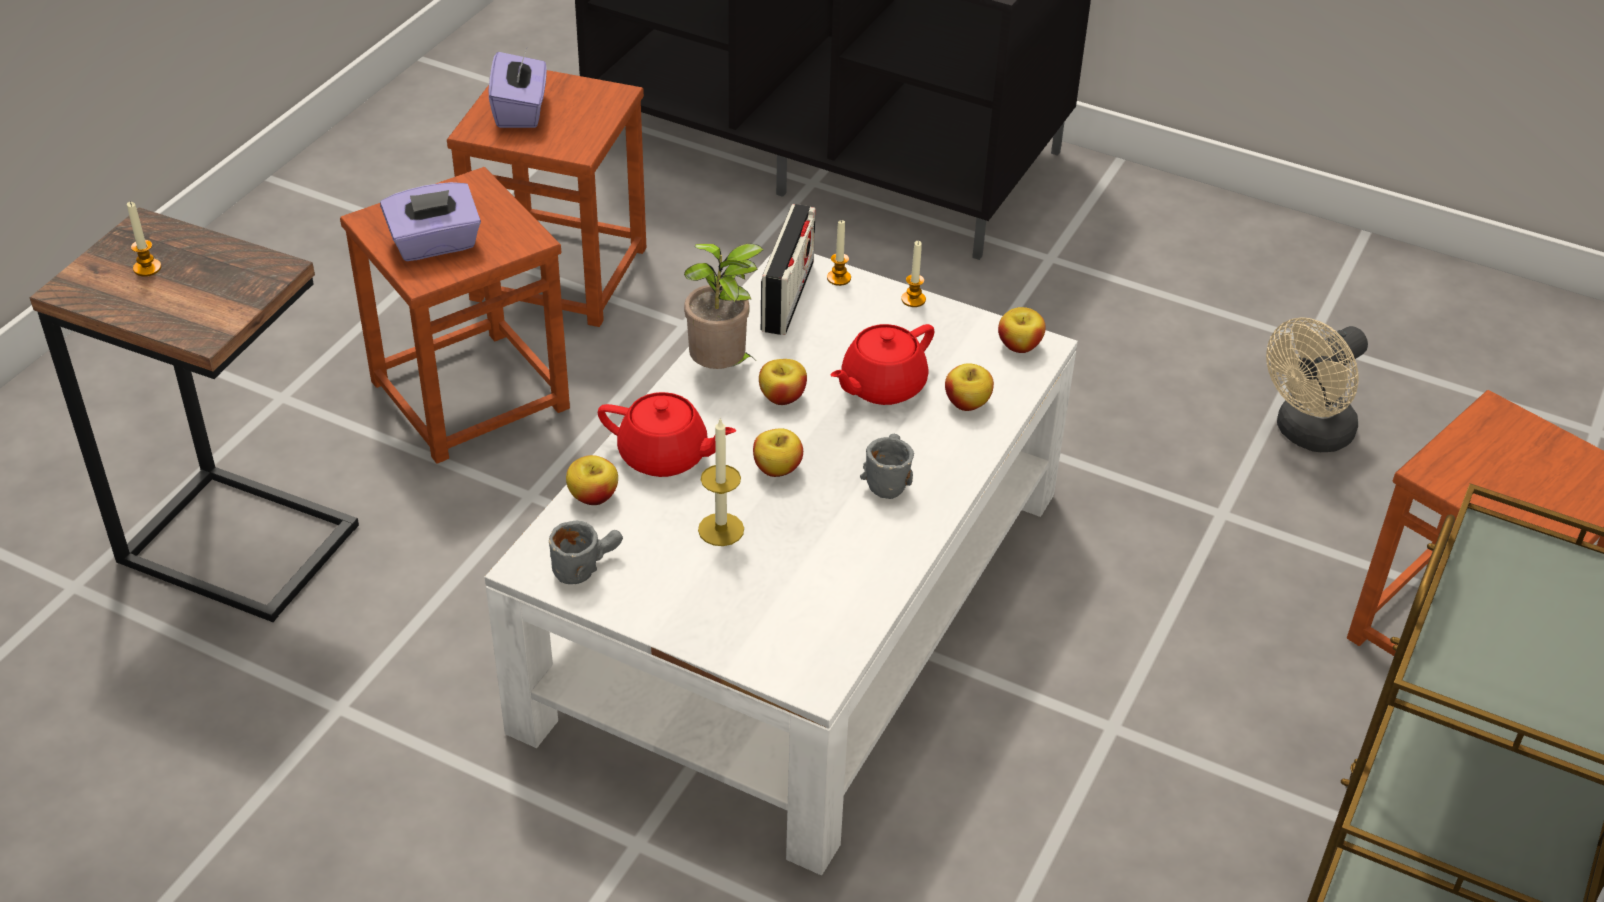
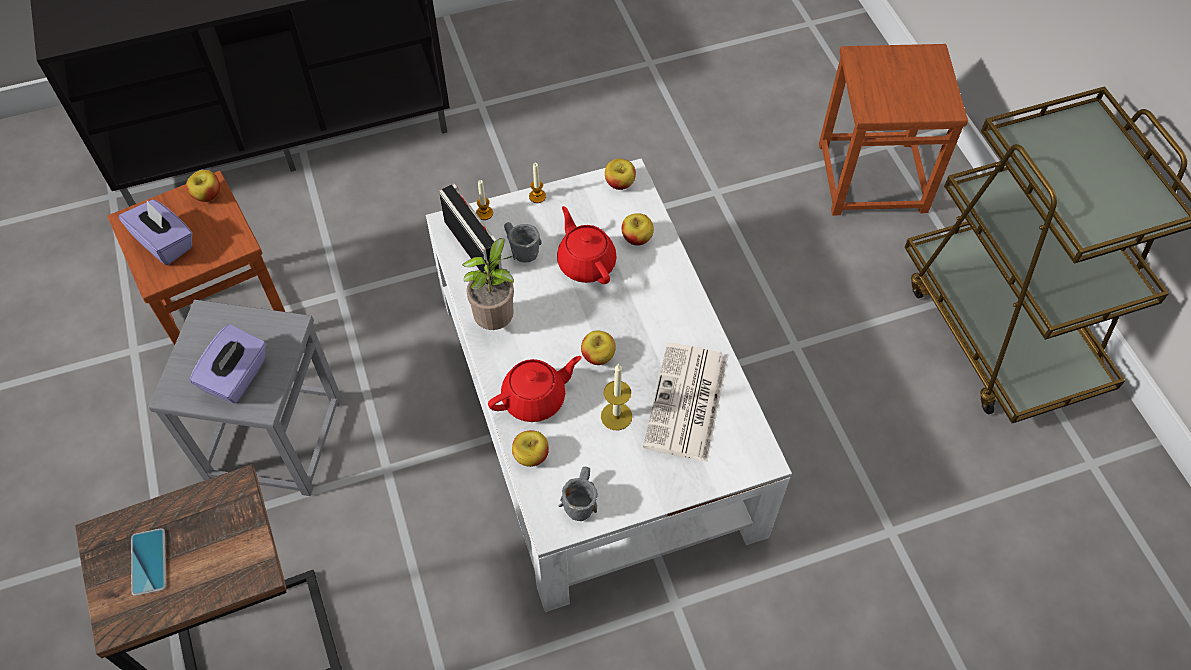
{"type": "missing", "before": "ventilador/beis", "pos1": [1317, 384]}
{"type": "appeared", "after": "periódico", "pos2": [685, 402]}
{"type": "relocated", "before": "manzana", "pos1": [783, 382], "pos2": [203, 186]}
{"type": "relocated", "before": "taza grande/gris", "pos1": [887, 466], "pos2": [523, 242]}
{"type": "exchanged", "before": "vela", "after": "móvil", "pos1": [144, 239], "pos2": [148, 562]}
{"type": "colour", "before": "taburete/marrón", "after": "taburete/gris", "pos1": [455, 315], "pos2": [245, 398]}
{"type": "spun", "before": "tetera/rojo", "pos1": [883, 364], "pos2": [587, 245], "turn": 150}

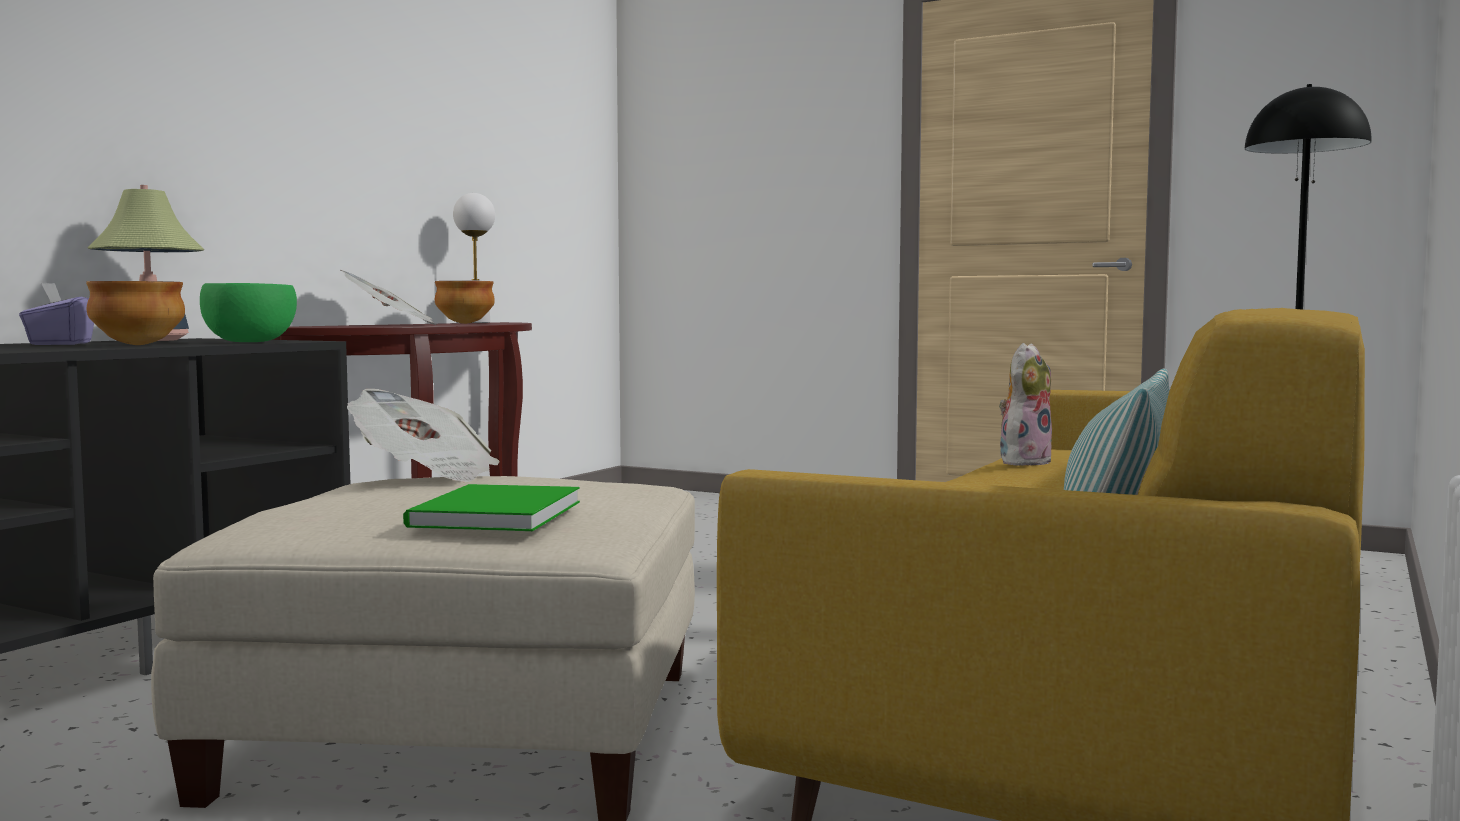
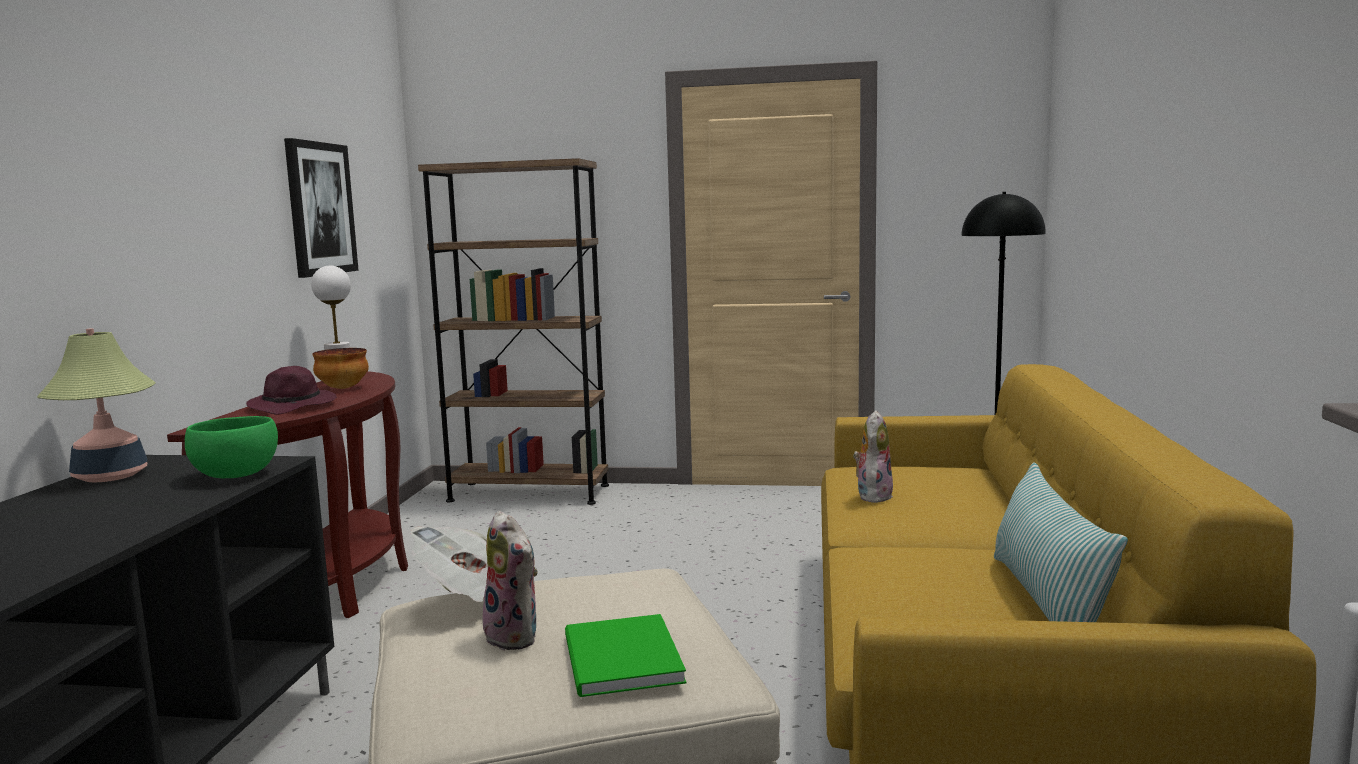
{"type": "missing", "before": "caja de pañuelos/morado", "pos1": [56, 314]}
{"type": "missing", "before": "cuenco", "pos1": [135, 313]}
{"type": "appeared", "after": "cuadro", "pos2": [321, 208]}
{"type": "appeared", "after": "estantería/marrón", "pos2": [513, 331]}
{"type": "appeared", "after": "peluche", "pos2": [510, 581]}
{"type": "exchanged", "before": "periódico", "after": "sombrero/morado", "pos1": [388, 297], "pos2": [291, 390]}

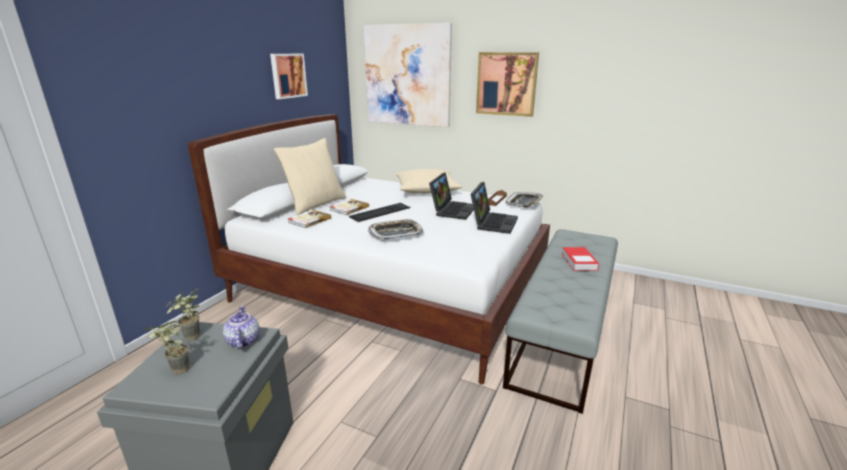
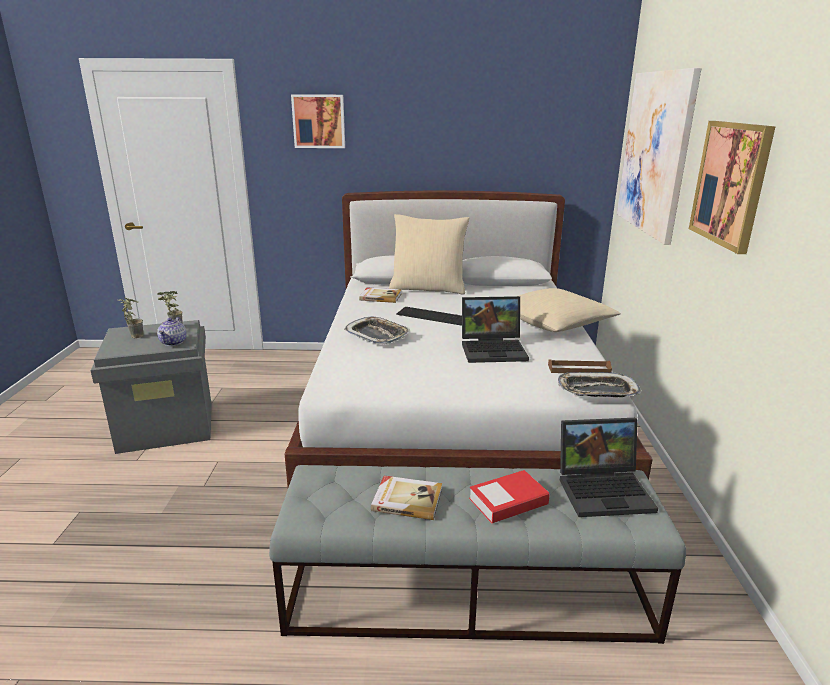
{"type": "relocated", "before": "cuadro", "pos1": [289, 76], "pos2": [318, 121]}
{"type": "relocated", "before": "libro", "pos1": [349, 207], "pos2": [406, 498]}
{"type": "relocated", "before": "portátil", "pos1": [494, 208], "pos2": [609, 467]}
{"type": "spun", "before": "tetera", "pos1": [241, 328], "pos2": [171, 331], "turn": 135}

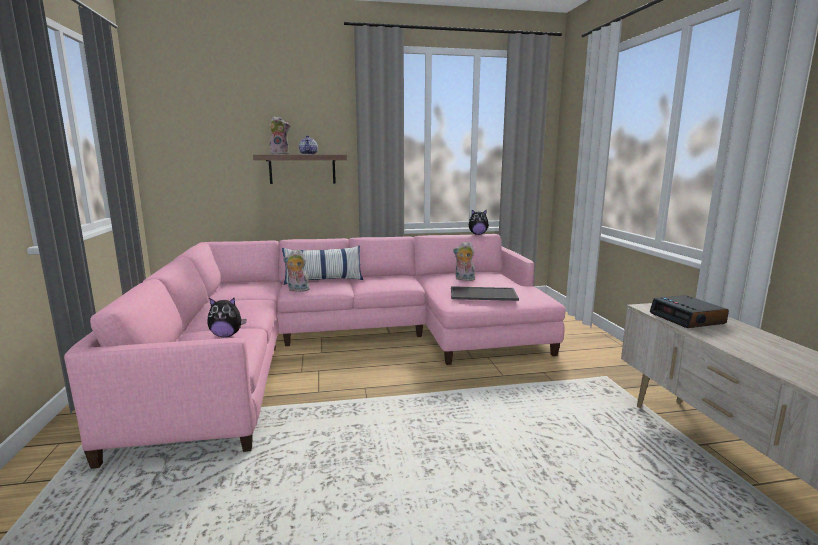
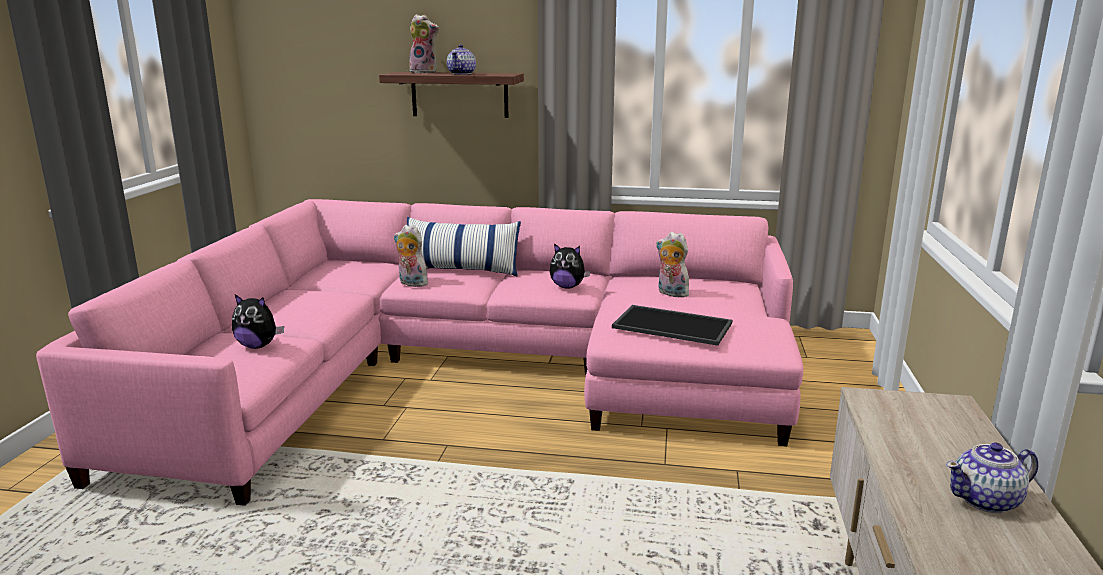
{"type": "missing", "before": "despertador", "pos1": [689, 311]}
{"type": "appeared", "after": "tetera", "pos2": [992, 477]}
{"type": "relocated", "before": "peluche", "pos1": [479, 222], "pos2": [570, 265]}

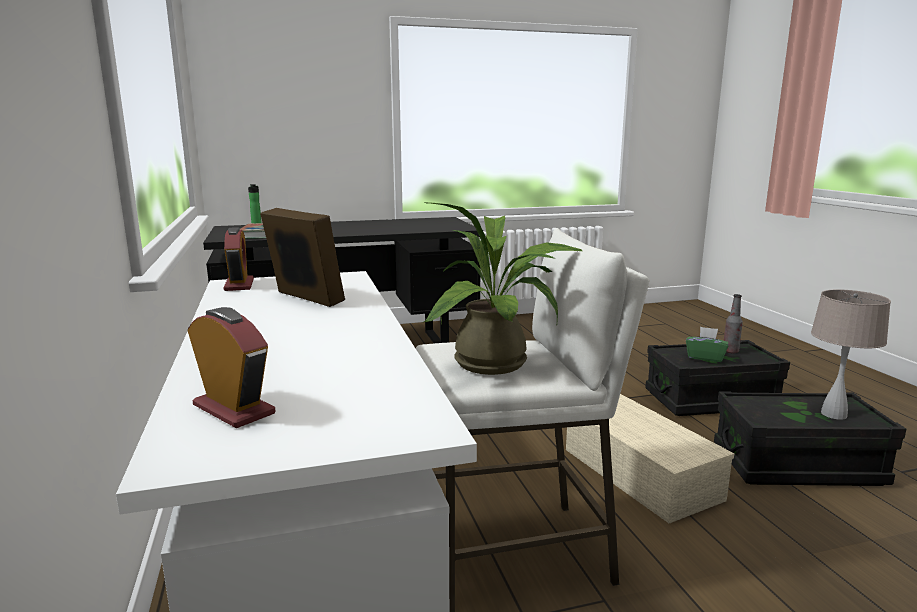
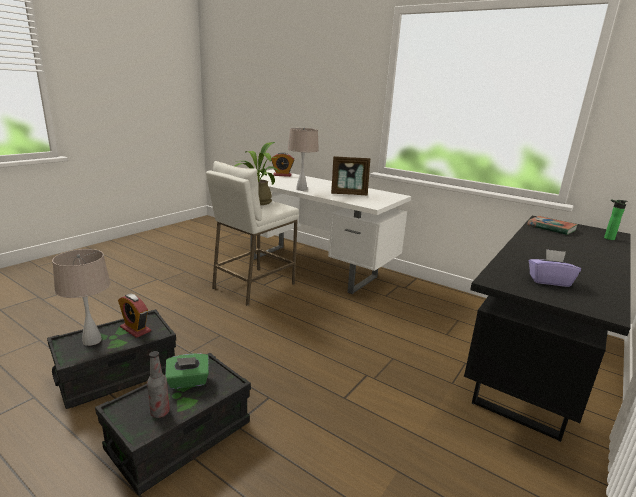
{"type": "missing", "before": "caja de almacenaje/beis", "pos1": [650, 458]}
{"type": "appeared", "after": "lámpara de mesa/beis", "pos2": [303, 159]}
{"type": "appeared", "after": "caja de pañuelos/morado", "pos2": [555, 268]}
{"type": "relocated", "before": "despertador", "pos1": [238, 259], "pos2": [134, 316]}

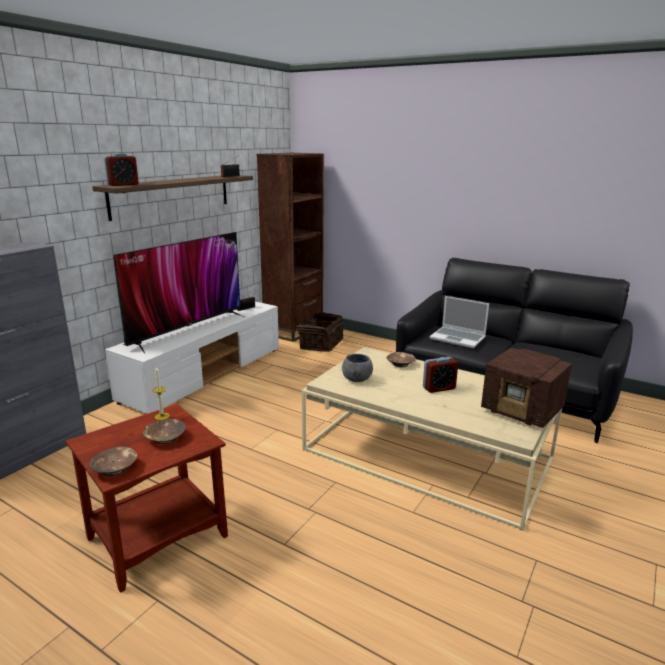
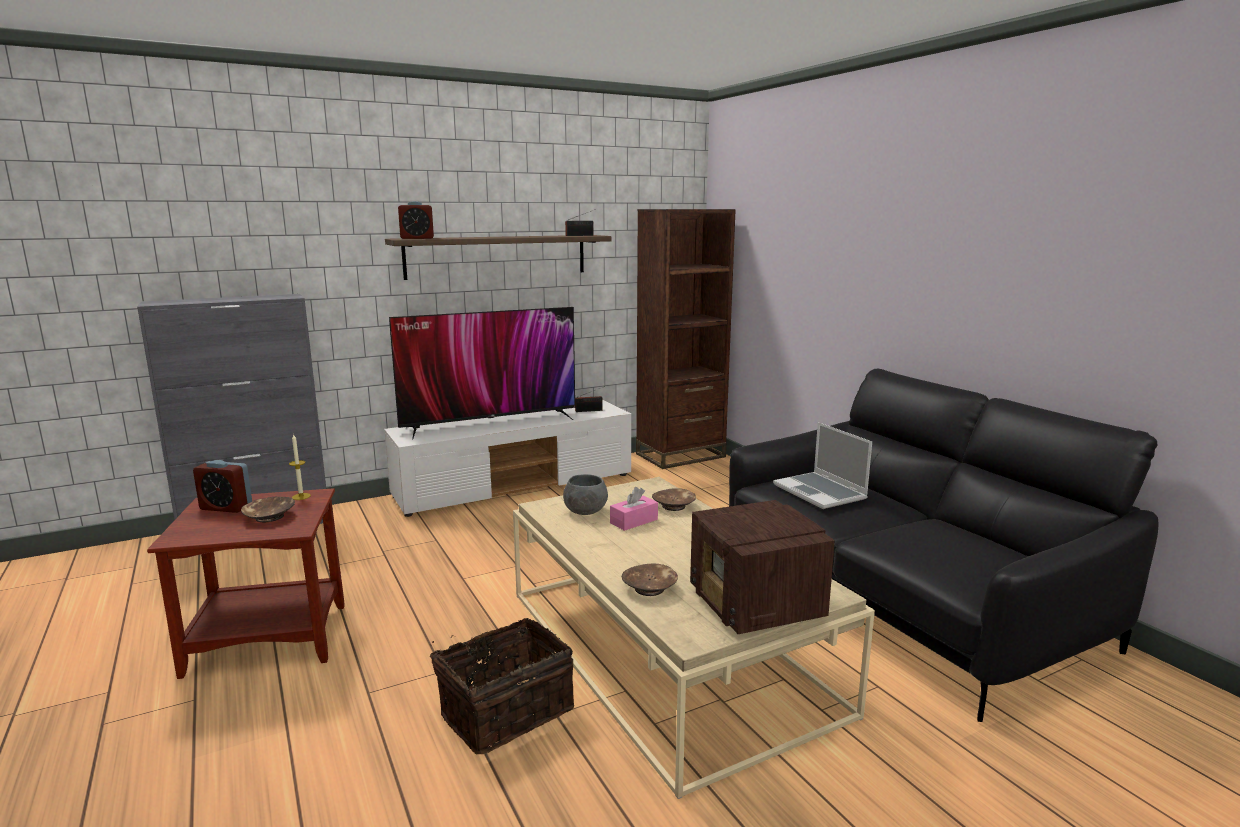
{"type": "appeared", "after": "caja de pañuelos/rosa", "pos2": [634, 509]}
{"type": "relocated", "before": "cuenco/marrón", "pos1": [113, 461], "pos2": [650, 579]}
{"type": "relocated", "before": "cesta", "pos1": [318, 332], "pos2": [502, 686]}
{"type": "relocated", "before": "despertador", "pos1": [440, 375], "pos2": [222, 486]}

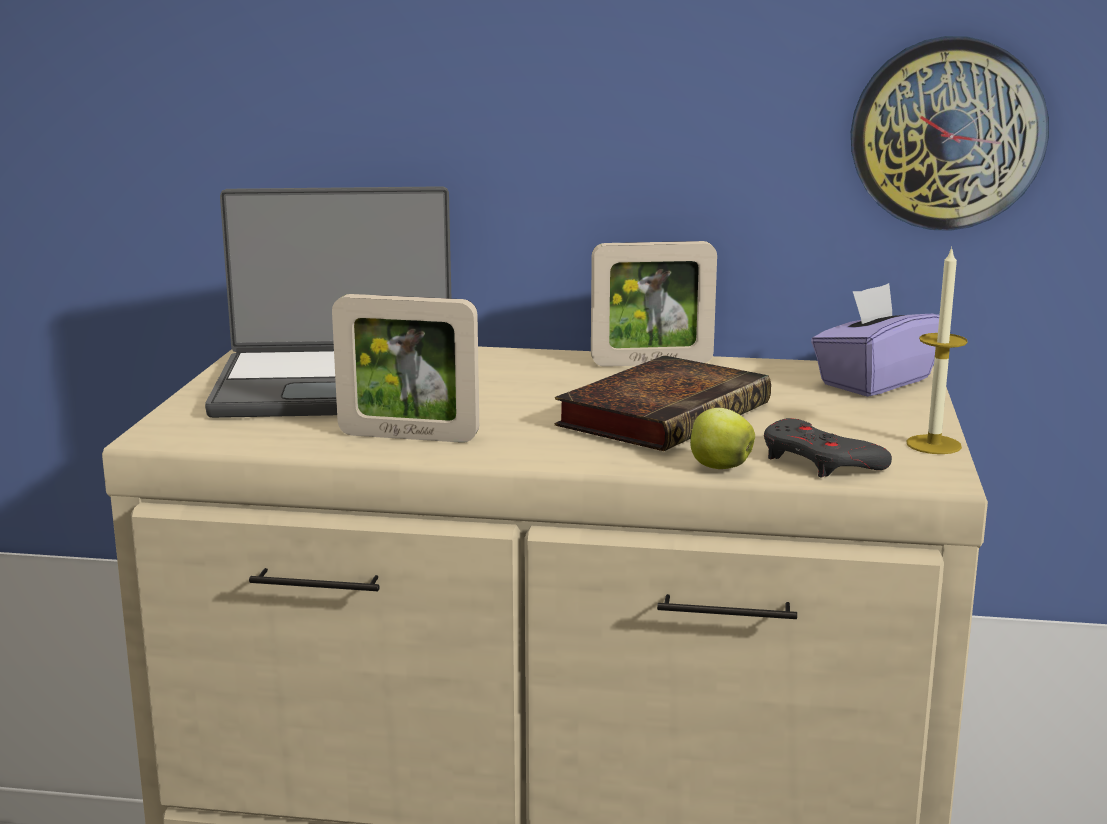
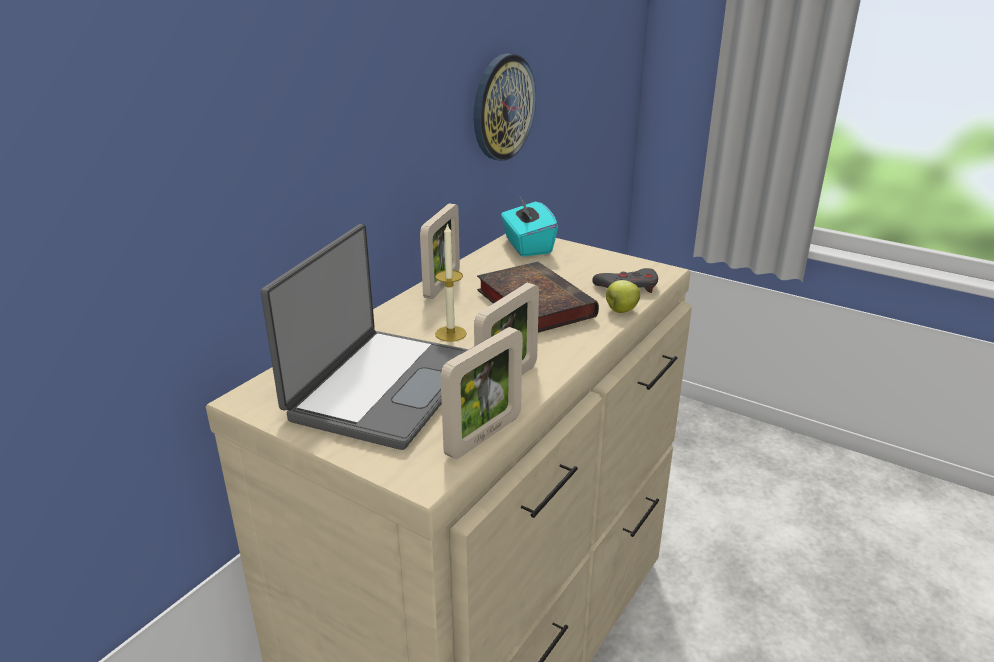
{"type": "appeared", "after": "portarretratos", "pos2": [481, 393]}
{"type": "relocated", "before": "vela", "pos1": [937, 350], "pos2": [451, 282]}
{"type": "colour", "before": "caja de pañuelos/morado", "after": "caja de pañuelos/turquesa", "pos1": [875, 340], "pos2": [529, 226]}

